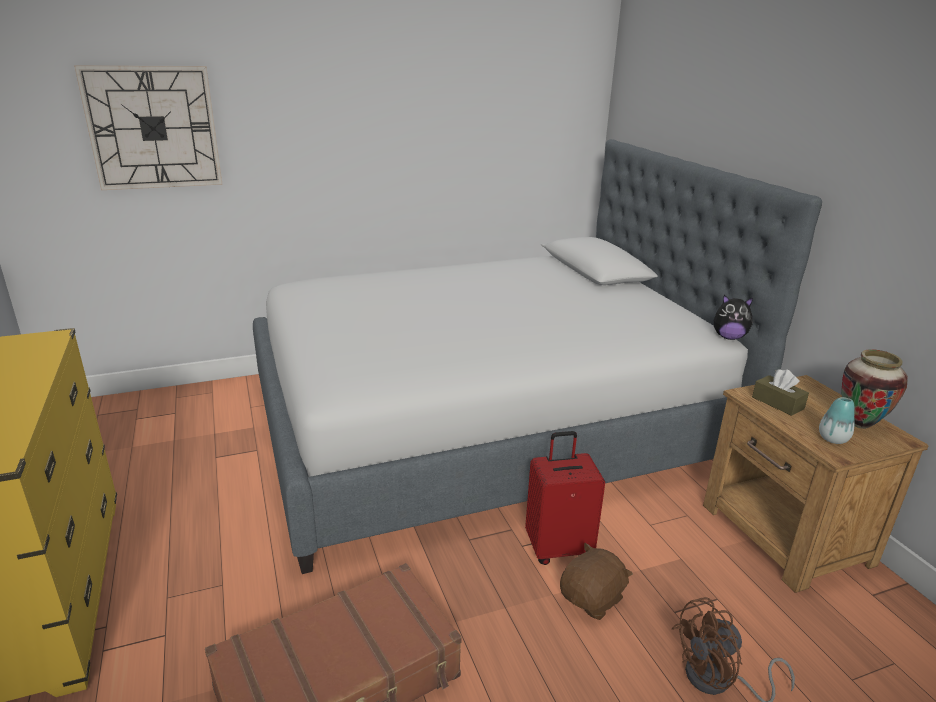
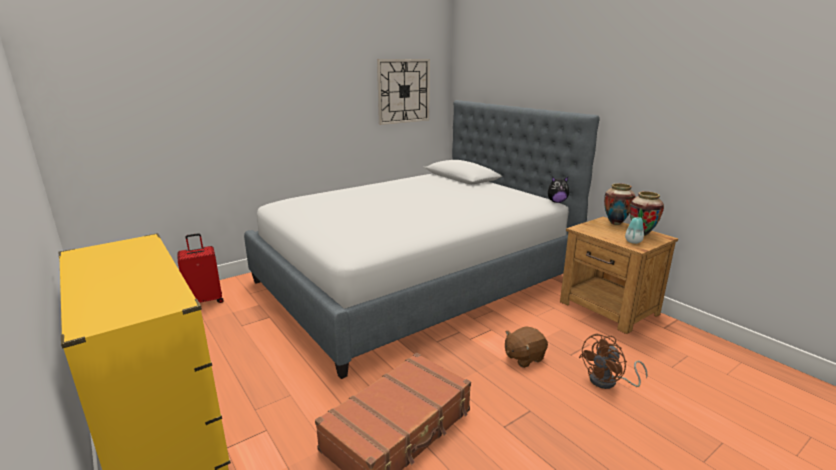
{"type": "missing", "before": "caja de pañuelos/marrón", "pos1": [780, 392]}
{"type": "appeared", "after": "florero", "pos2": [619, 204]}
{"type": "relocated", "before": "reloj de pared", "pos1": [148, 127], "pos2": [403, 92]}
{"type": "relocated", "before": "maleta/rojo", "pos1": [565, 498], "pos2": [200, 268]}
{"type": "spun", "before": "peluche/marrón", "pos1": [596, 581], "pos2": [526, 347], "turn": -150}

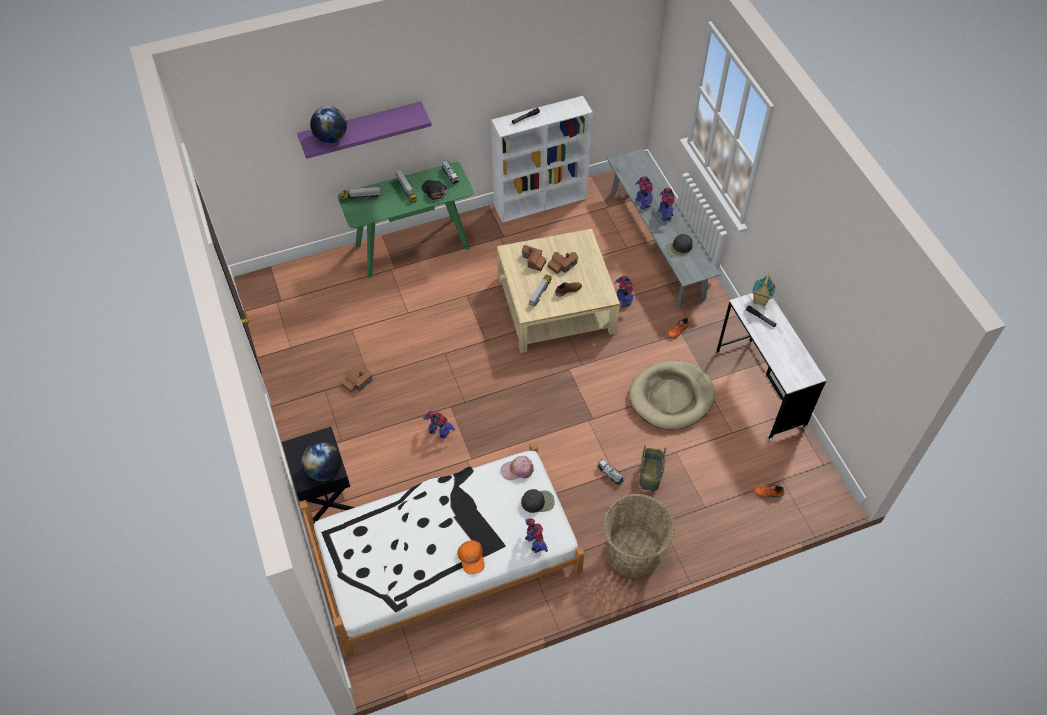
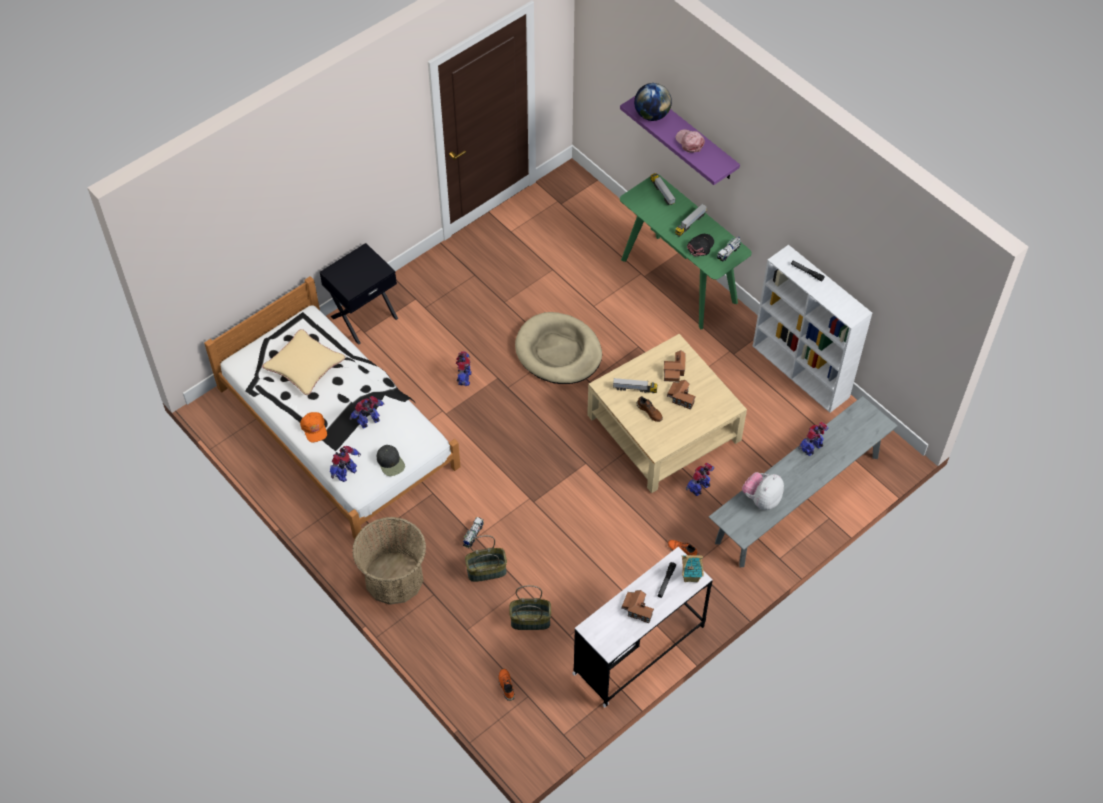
{"type": "missing", "before": "globo terráqueo", "pos1": [321, 461]}
{"type": "appeared", "after": "cojín/beis", "pos2": [303, 362]}
{"type": "appeared", "after": "cesta", "pos2": [530, 607]}
{"type": "relocated", "before": "casita", "pos1": [357, 381], "pos2": [638, 606]}
{"type": "relocated", "before": "gorra/rosa", "pos1": [517, 468], "pos2": [690, 141]}
{"type": "relocated", "before": "cama para perro/beis", "pos1": [672, 395], "pos2": [558, 348]}
{"type": "relocated", "before": "robot de juguete", "pos1": [666, 204], "pos2": [367, 412]}
{"type": "exchanged", "before": "gorra/negro", "after": "peluche", "pos1": [679, 246], "pos2": [763, 491]}
{"type": "spun", "before": "gorra/naranja", "pos1": [471, 557], "pos2": [313, 427], "turn": -75}

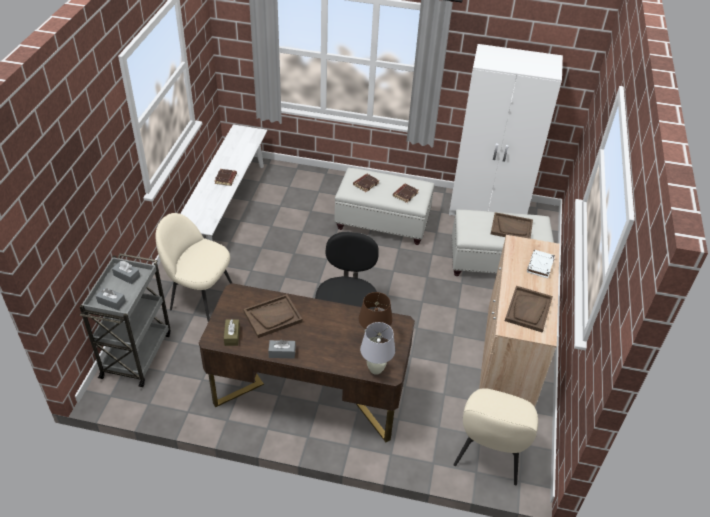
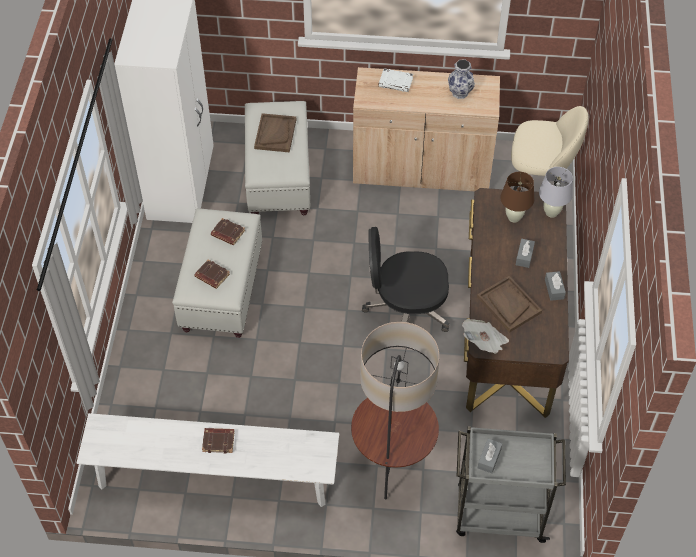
{"type": "missing", "before": "caja de pañuelos/marrón", "pos1": [232, 332]}
{"type": "appeared", "after": "periódico", "pos2": [485, 336]}
{"type": "relocated", "before": "caja de pañuelos/gris", "pos1": [111, 298], "pos2": [525, 253]}
{"type": "exchanged", "before": "silla/beis", "after": "lámpara de pie", "pos1": [193, 267], "pos2": [395, 410]}
{"type": "exchanged", "before": "bandeja/marrón", "after": "florero", "pos1": [529, 309], "pos2": [461, 79]}

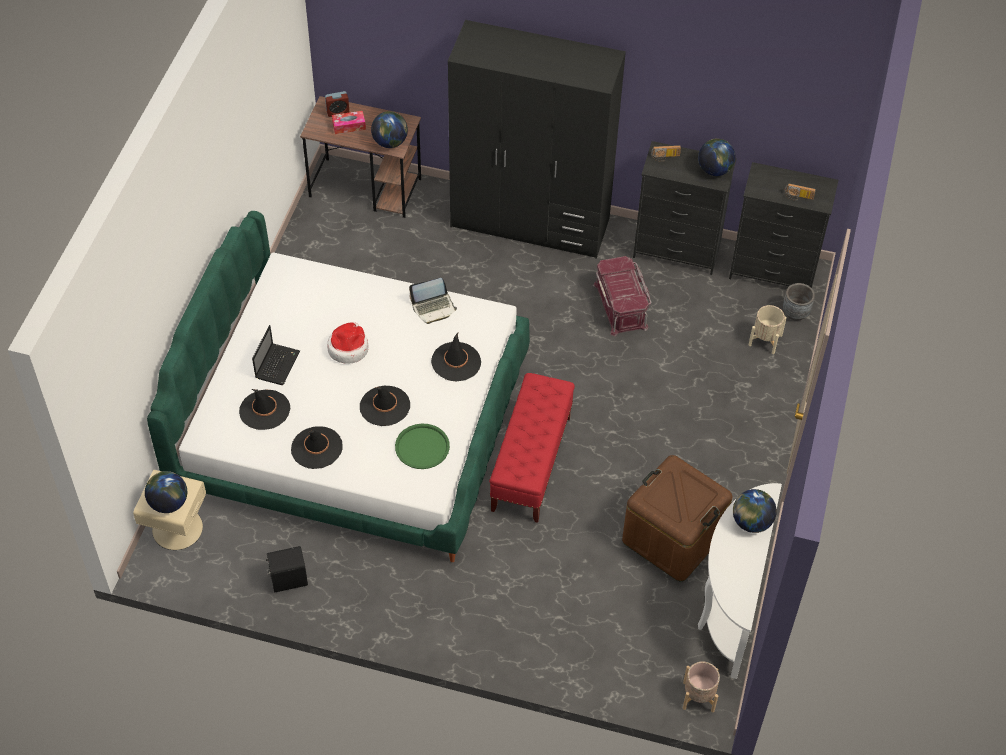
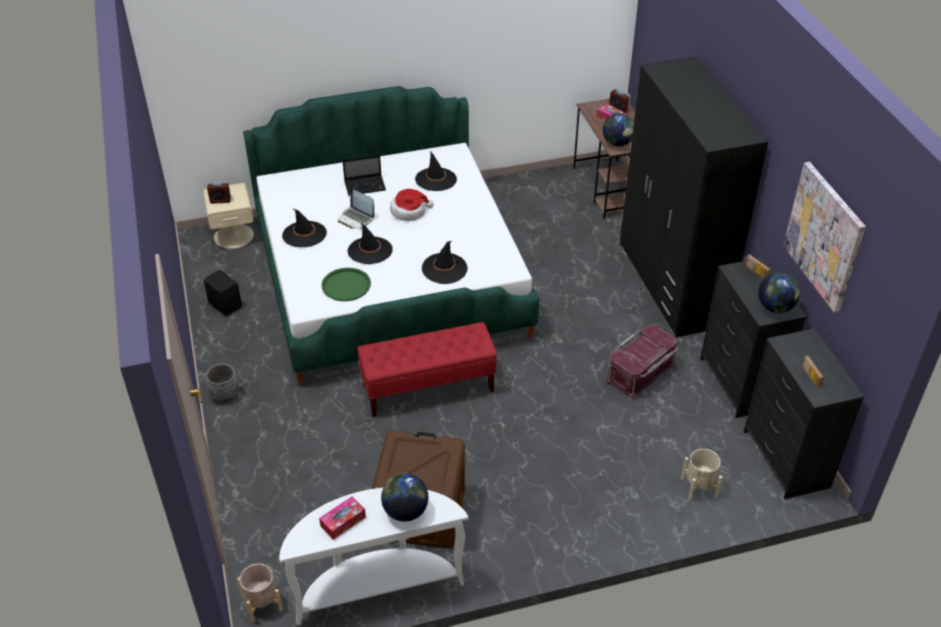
{"type": "appeared", "after": "caja de pañuelos", "pos2": [342, 518]}
{"type": "appeared", "after": "cuadro", "pos2": [824, 237]}
{"type": "relocated", "before": "sombrero/negro", "pos1": [264, 409], "pos2": [436, 171]}
{"type": "relocated", "before": "portátil", "pos1": [433, 301], "pos2": [356, 207]}
{"type": "relocated", "before": "maceta/gris", "pos1": [799, 302], "pos2": [222, 383]}
{"type": "exchanged", "before": "globo terráqueo", "after": "despertador", "pos1": [166, 492], "pos2": [219, 192]}

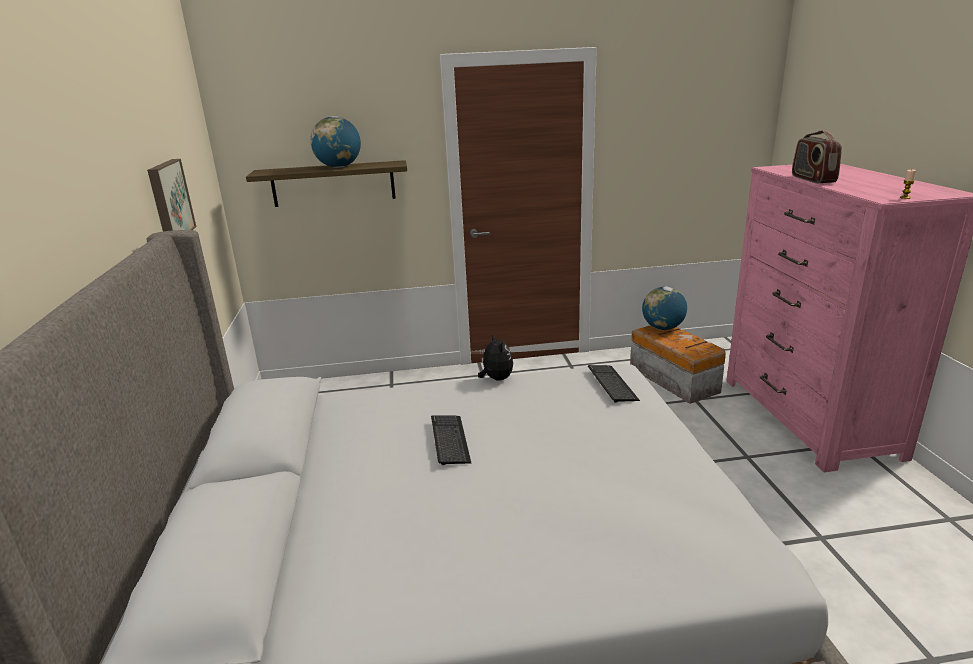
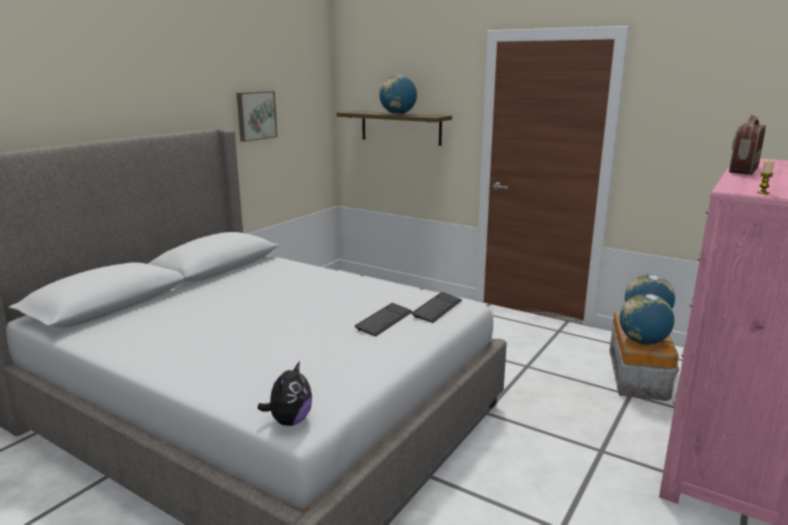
{"type": "appeared", "after": "globo terráqueo", "pos2": [647, 319]}
{"type": "relocated", "before": "teclado", "pos1": [451, 440], "pos2": [384, 319]}
{"type": "relocated", "before": "peluche", "pos1": [495, 357], "pos2": [284, 393]}

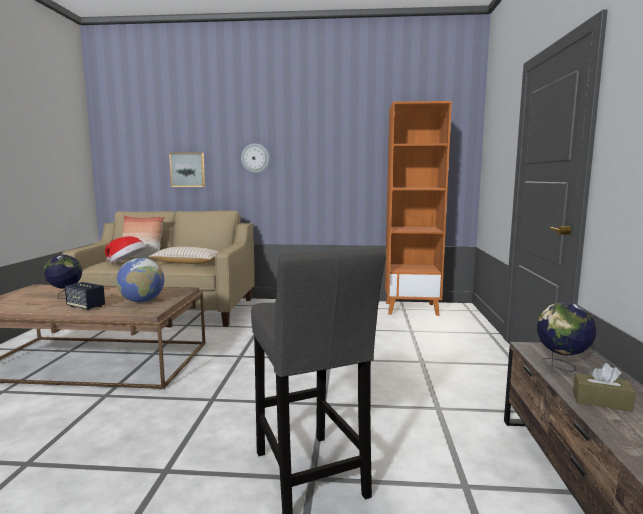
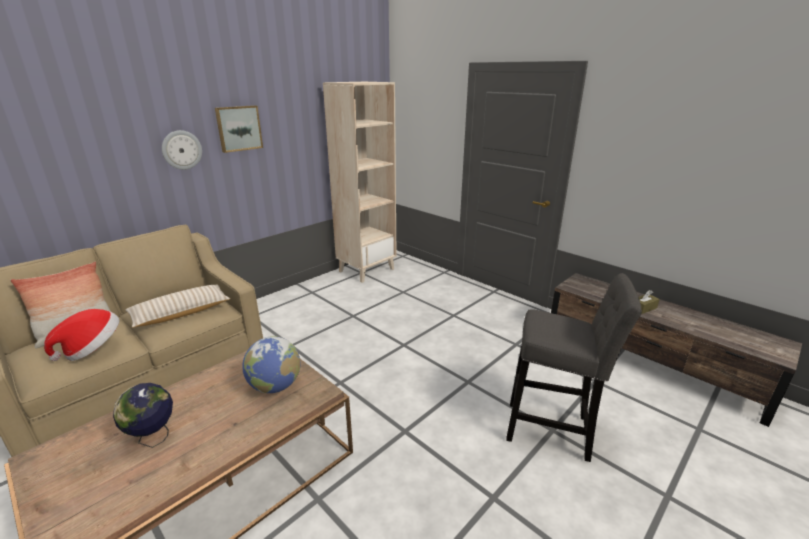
{"type": "missing", "before": "altavoz", "pos1": [85, 296]}
{"type": "missing", "before": "globo terráqueo", "pos1": [566, 337]}
{"type": "relocated", "before": "cuadro", "pos1": [187, 170], "pos2": [239, 129]}
{"type": "colour", "before": "estantería/naranja", "after": "estantería/beis", "pos1": [418, 208], "pos2": [359, 182]}

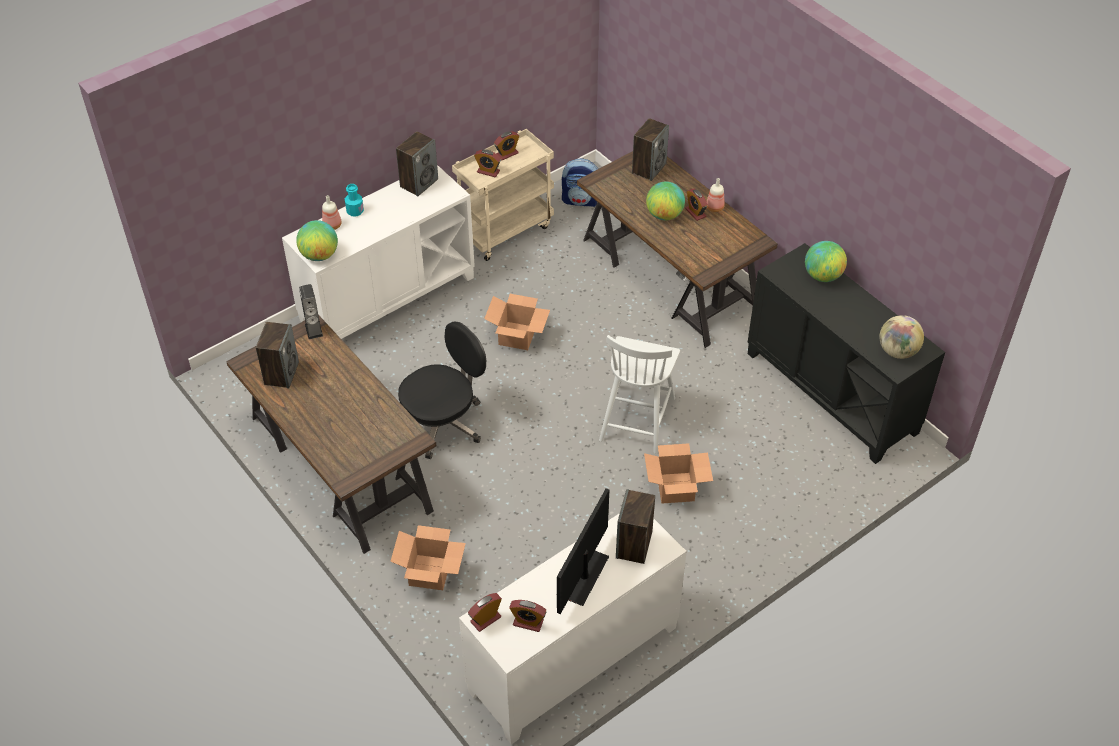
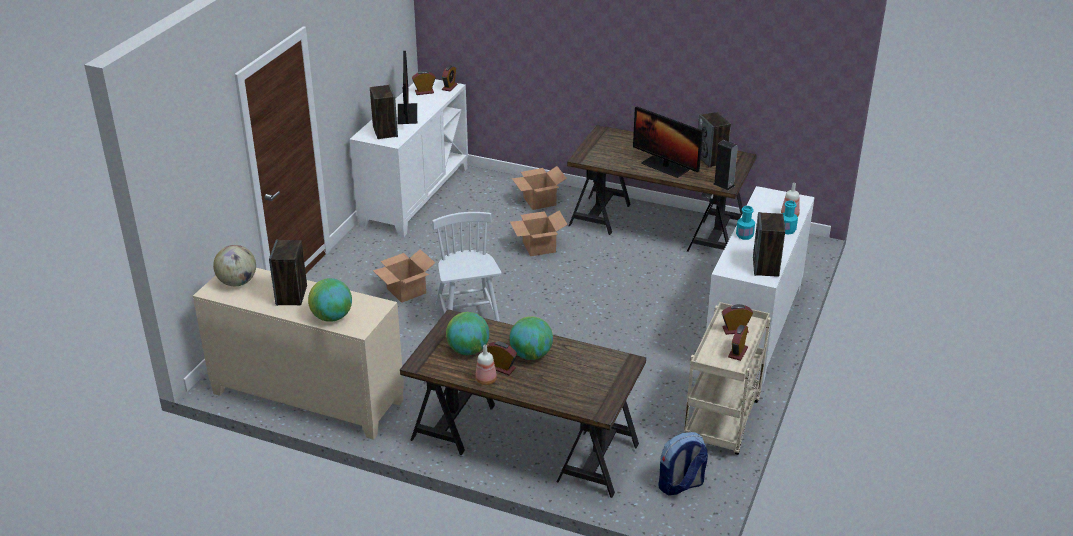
{"type": "missing", "before": "silla de oficina/negro", "pos1": [442, 390]}
{"type": "appeared", "after": "monitor", "pos2": [668, 142]}
{"type": "appeared", "after": "botella/turquesa", "pos2": [745, 223]}
{"type": "relocated", "before": "globo terráqueo", "pos1": [317, 240], "pos2": [467, 333]}
{"type": "relocated", "before": "caja de cartón", "pos1": [517, 322], "pos2": [539, 233]}
{"type": "relocated", "before": "altavoz", "pos1": [650, 149], "pos2": [288, 272]}
{"type": "colour", "before": "armario/negro", "after": "armario/beis", "pos1": [846, 353], "pos2": [298, 354]}

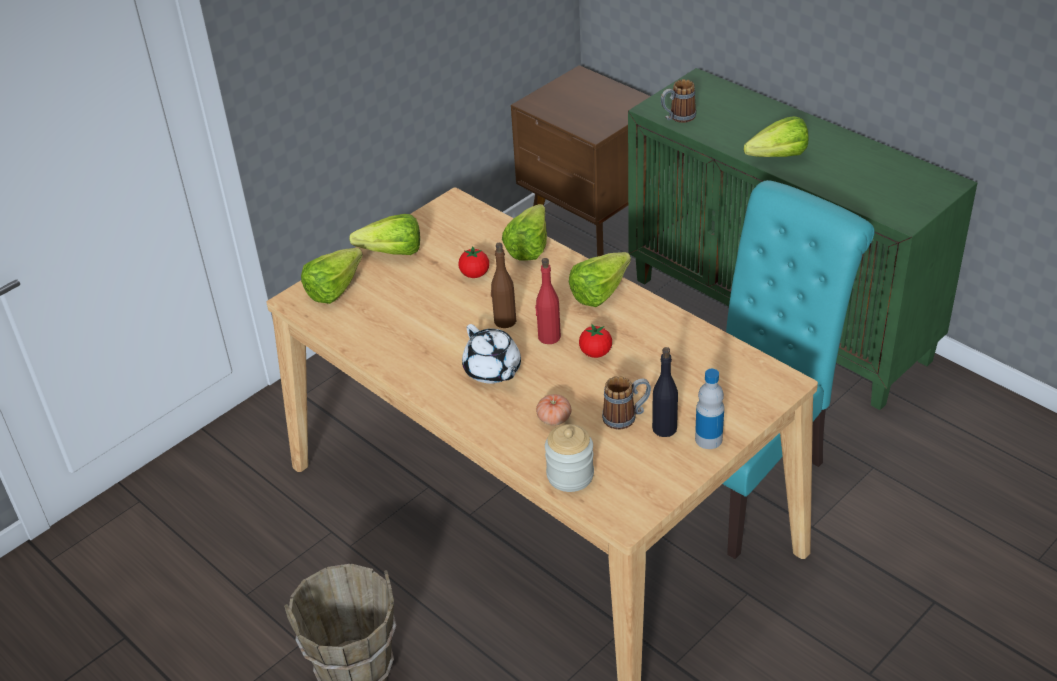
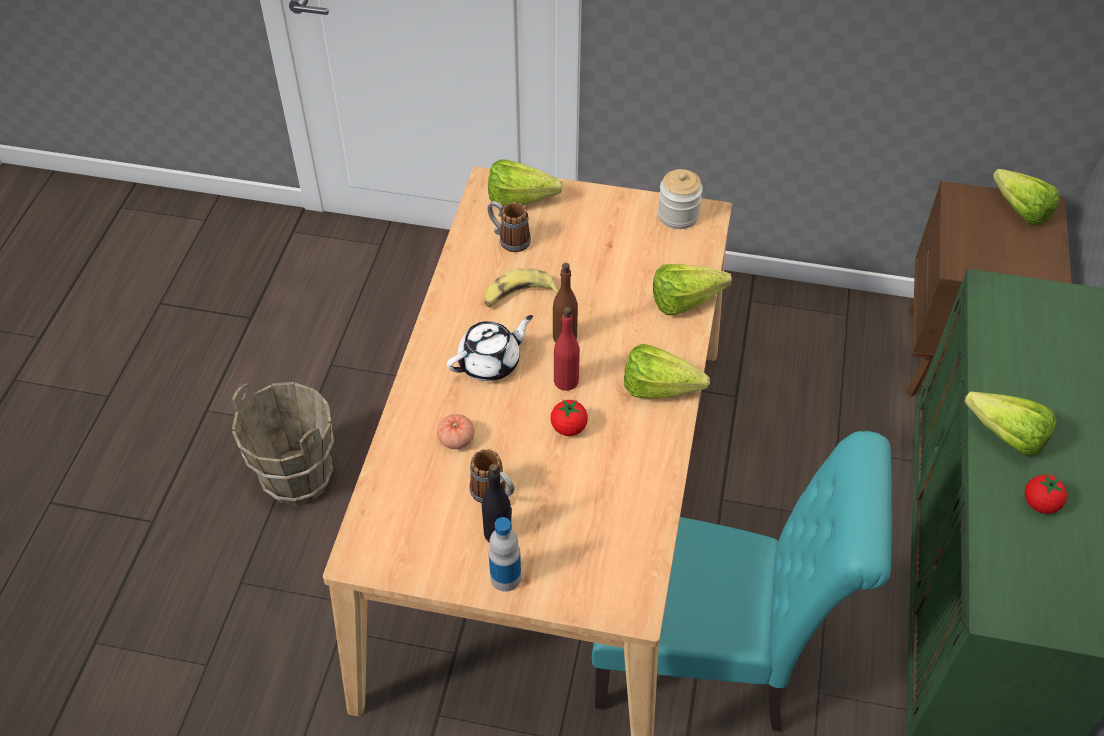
{"type": "appeared", "after": "plátano", "pos2": [521, 287]}
{"type": "relocated", "before": "lechuga", "pos1": [384, 234], "pos2": [1026, 197]}
{"type": "relocated", "before": "tomate", "pos1": [474, 262], "pos2": [1045, 494]}
{"type": "relocated", "before": "tarro", "pos1": [569, 458], "pos2": [680, 199]}
{"type": "relocated", "before": "taza grande", "pos1": [678, 101], "pos2": [509, 226]}
{"type": "spun", "before": "tetera/blanco", "pos1": [491, 354], "pos2": [490, 348], "turn": -150}

